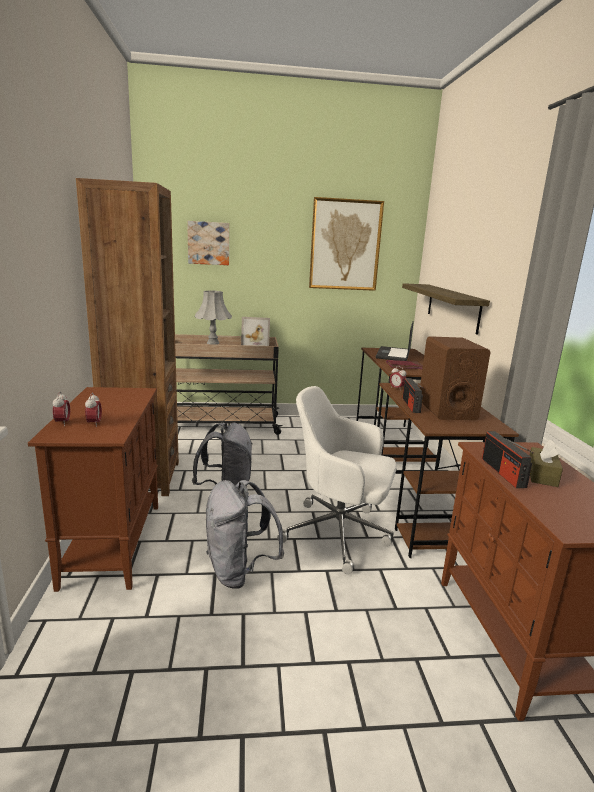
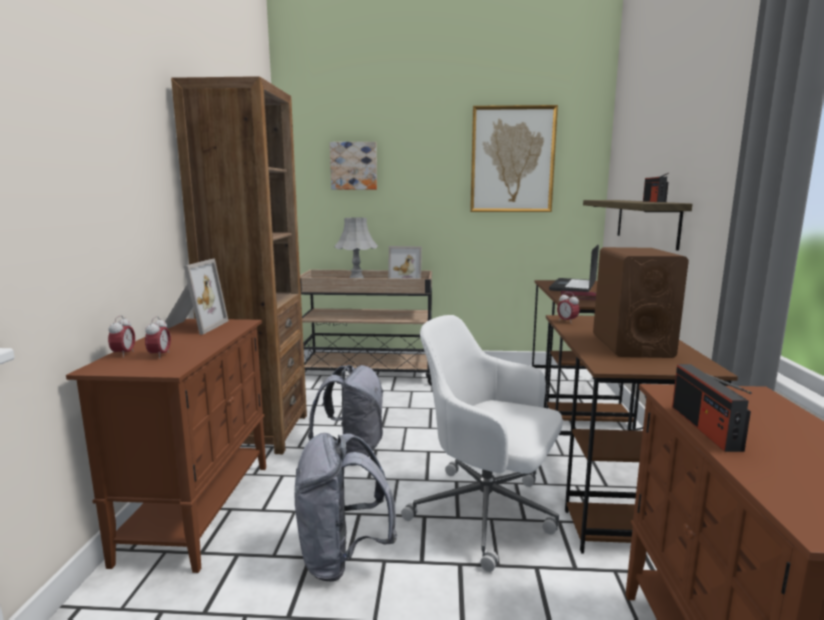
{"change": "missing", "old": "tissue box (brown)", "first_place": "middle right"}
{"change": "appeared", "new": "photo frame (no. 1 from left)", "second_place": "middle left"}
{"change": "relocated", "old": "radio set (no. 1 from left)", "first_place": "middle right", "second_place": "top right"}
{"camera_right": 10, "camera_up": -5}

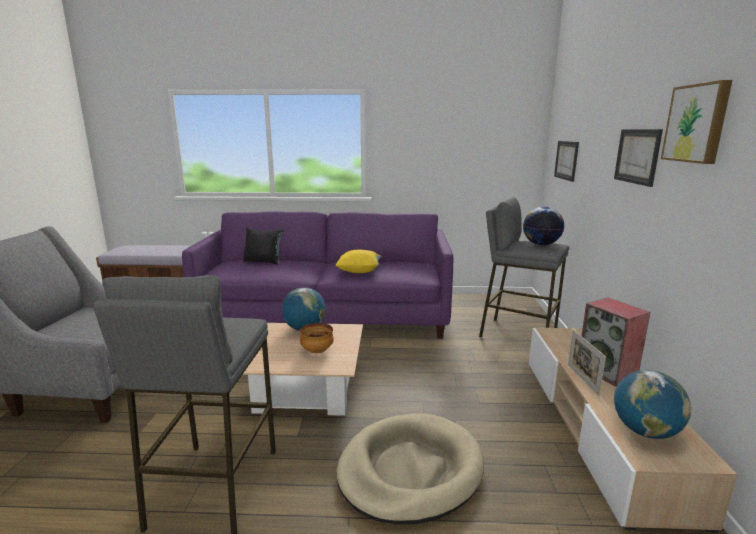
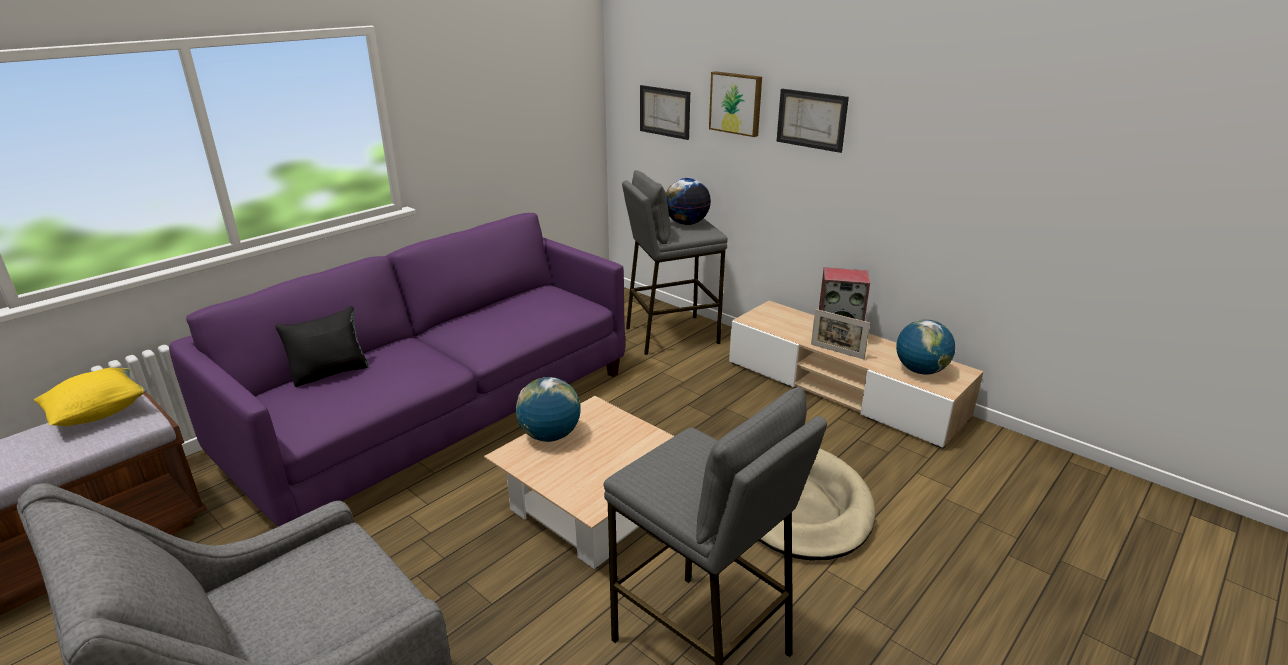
{"change": "missing", "old": "bowl", "first_place": "centre"}
{"change": "relocated", "old": "cushion (yellow)", "first_place": "centre", "second_place": "middle left"}
{"change": "relocated", "old": "wall picture (no. 3 from left in the first image)", "new": "wall picture (no. 2 from left)", "first_place": "top right", "second_place": "top centre"}
{"camera_right": -50, "camera_up": 10}

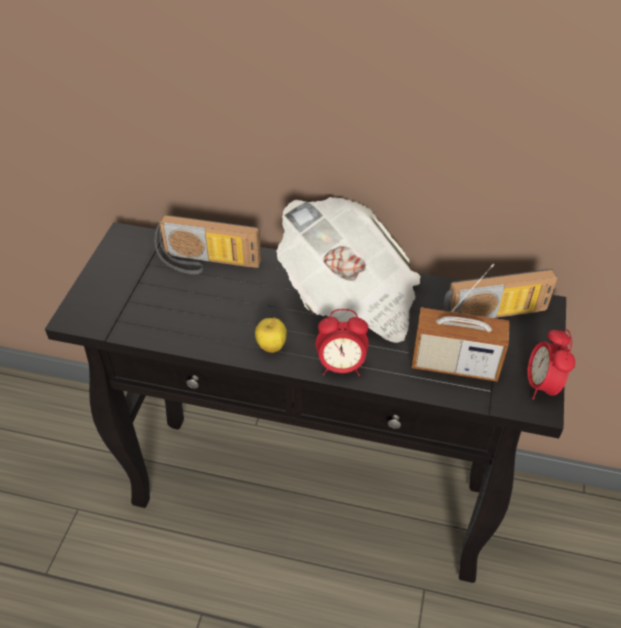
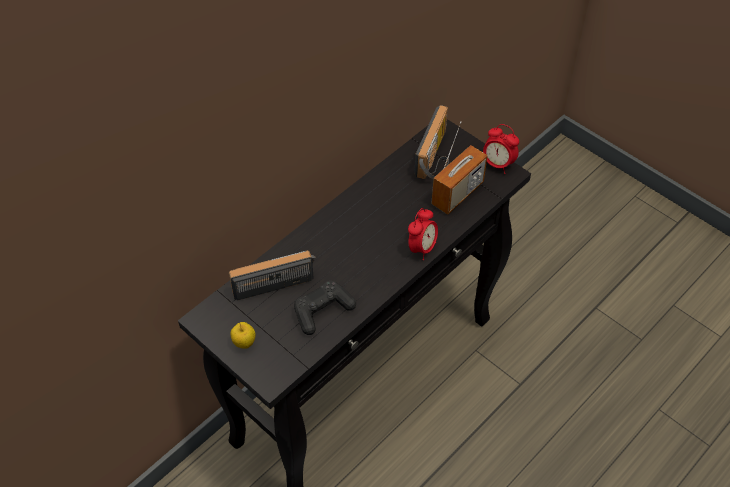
{"change": "missing", "old": "newspaper", "first_place": "centre"}
{"change": "appeared", "new": "gamepad (black-coloured)", "second_place": "centre"}
{"change": "relocated", "old": "apple fruit", "first_place": "centre", "second_place": "bottom left"}
{"change": "spun", "old": "radio set (no. 1 from left)", "first_place": "centre", "second_place": "centre", "degrees": -150}
{"camera_right": -60, "camera_up": 5}

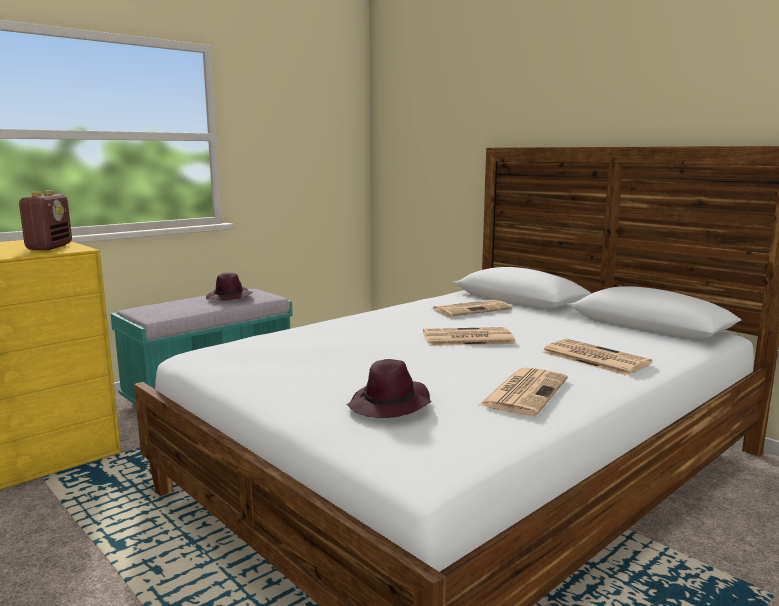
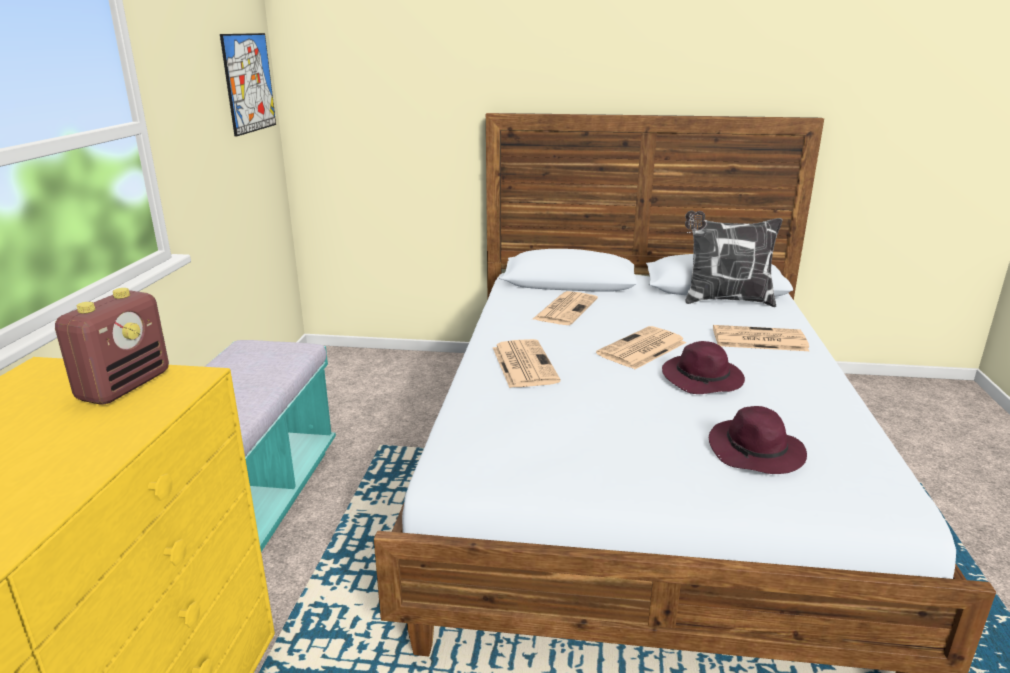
{"change": "appeared", "new": "wall picture", "second_place": "top left"}
{"change": "appeared", "new": "cushion", "second_place": "middle right"}
{"change": "relocated", "old": "wearable hat (purple) (no. 1 from left)", "first_place": "middle left", "second_place": "middle right"}
{"change": "relocated", "old": "newspaper (no. 3 from left in the first image)", "new": "newspaper (no. 1 from left)", "first_place": "middle right", "second_place": "centre"}
{"change": "spun", "old": "radio set", "first_place": "middle left", "second_place": "middle left", "degrees": 60}
{"camera_right": -40, "camera_up": 10}

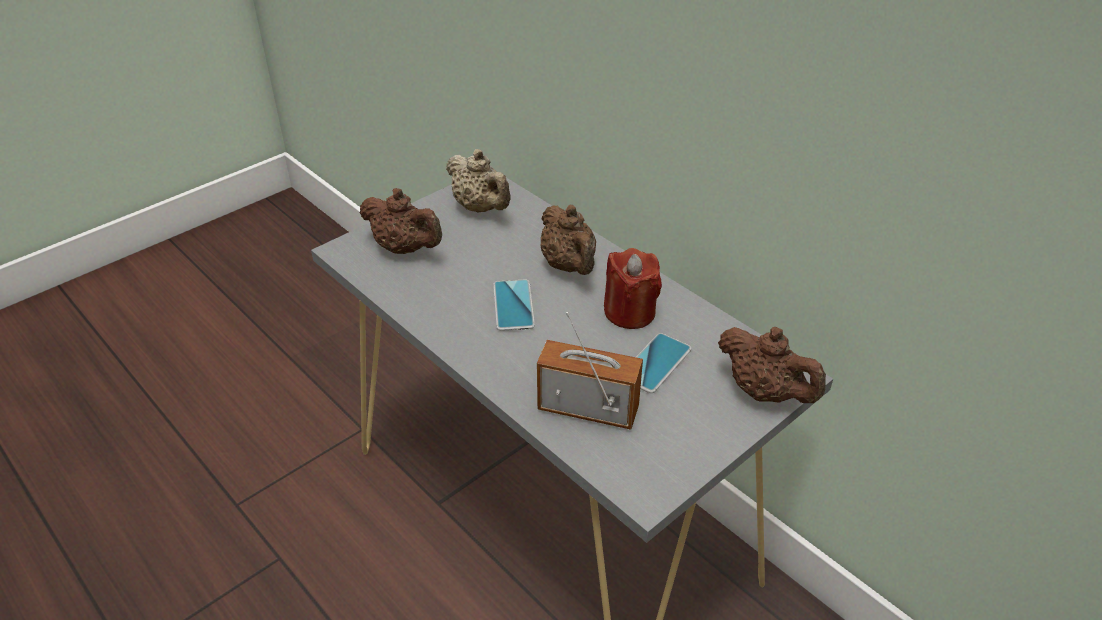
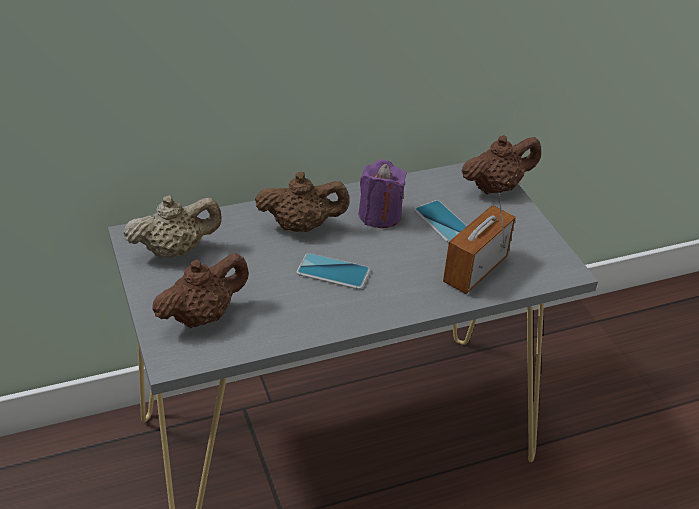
{"change": "colour", "old": "candle (red-coloured)", "new": "candle (purple)", "first_place": "centre", "second_place": "centre"}
{"camera_right": -70, "camera_up": 0}

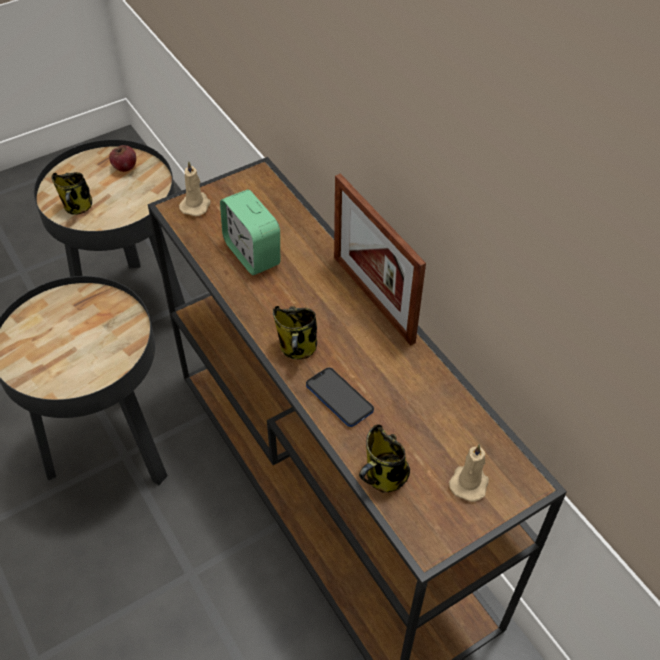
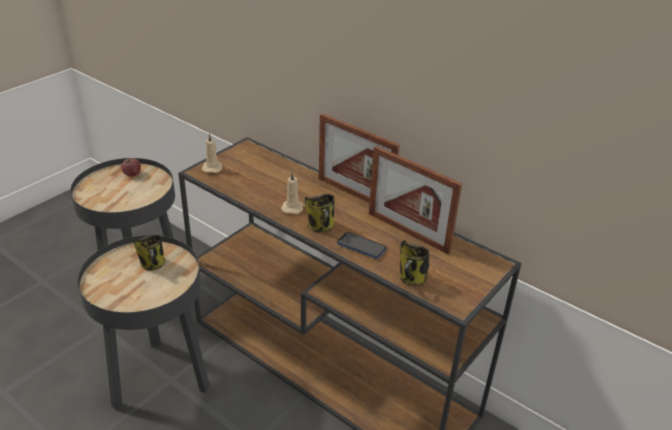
{"change": "missing", "old": "alarm clock", "first_place": "centre"}
{"change": "appeared", "new": "photo frame (no. 2 from left)", "second_place": "centre"}
{"change": "relocated", "old": "coffee mug (no. 1 from left)", "first_place": "top left", "second_place": "middle left"}
{"change": "relocated", "old": "candle (beige) (no. 2 from left)", "first_place": "bottom right", "second_place": "centre"}
{"camera_right": -20, "camera_up": -15}

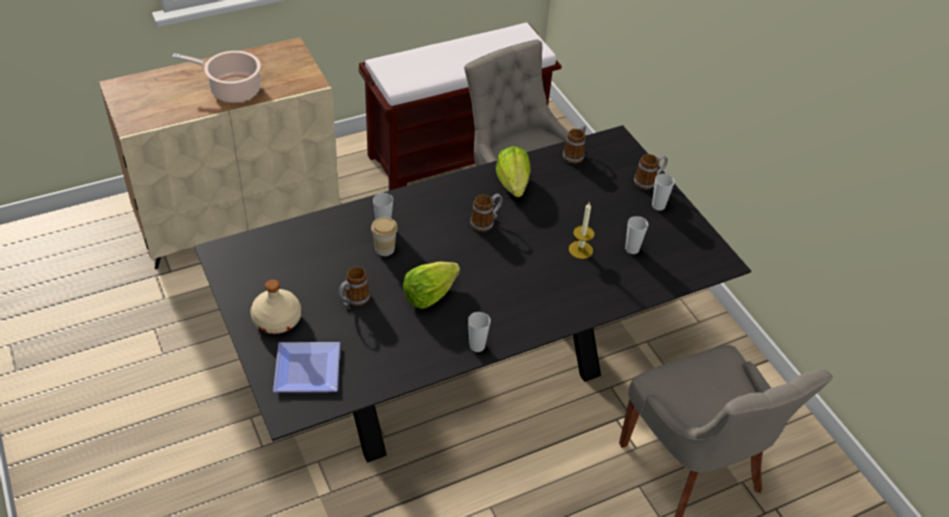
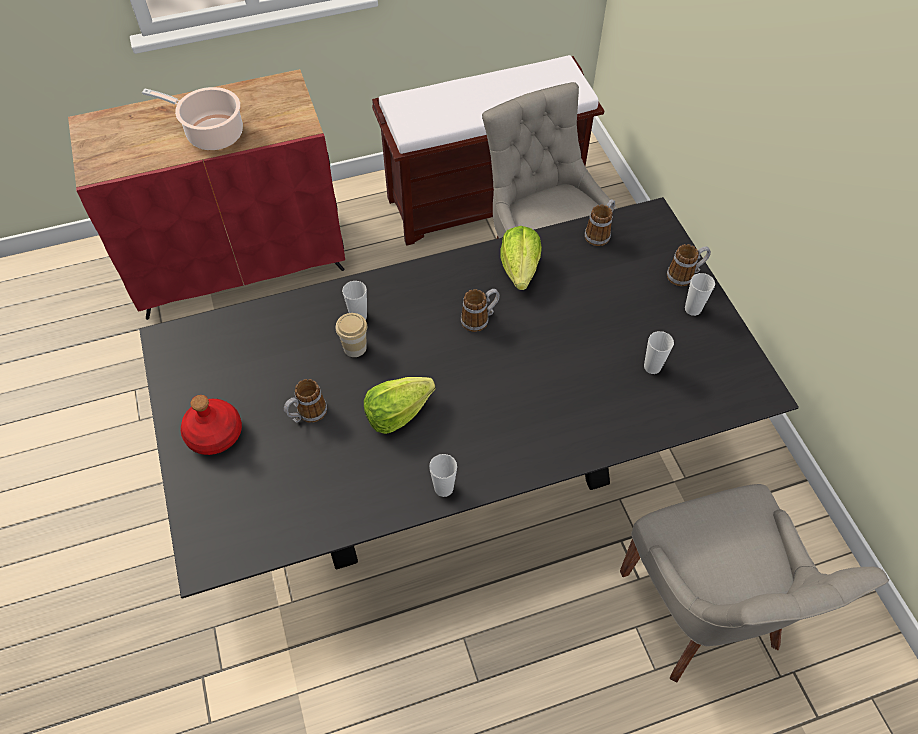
{"change": "missing", "old": "dinner plate", "first_place": "bottom left"}
{"change": "missing", "old": "candle", "first_place": "centre"}
{"change": "colour", "old": "cabinet (beige)", "new": "cabinet (red-coloured)", "first_place": "top left", "second_place": "top left"}
{"change": "colour", "old": "drink bottle (beige)", "new": "drink bottle (red-coloured)", "first_place": "middle left", "second_place": "middle left"}
{"camera_right": 10, "camera_up": 10}

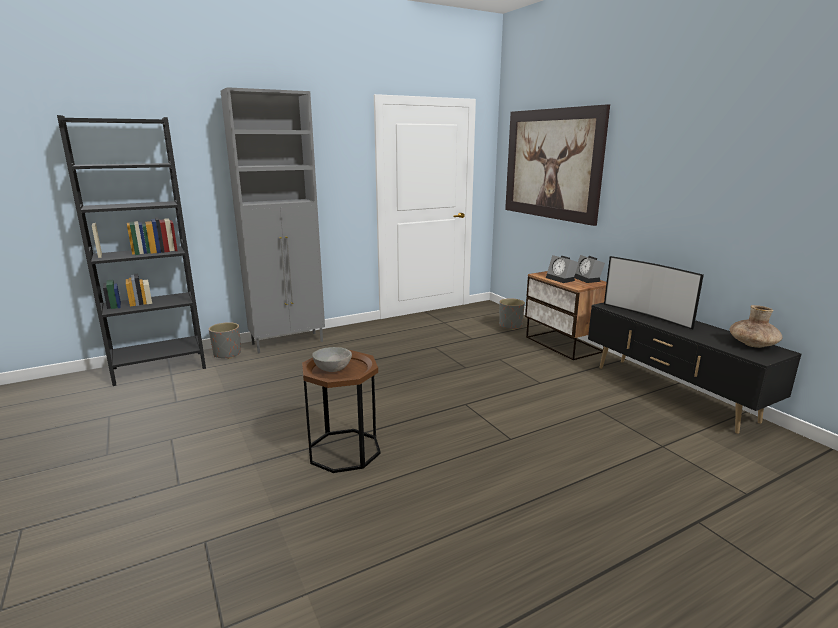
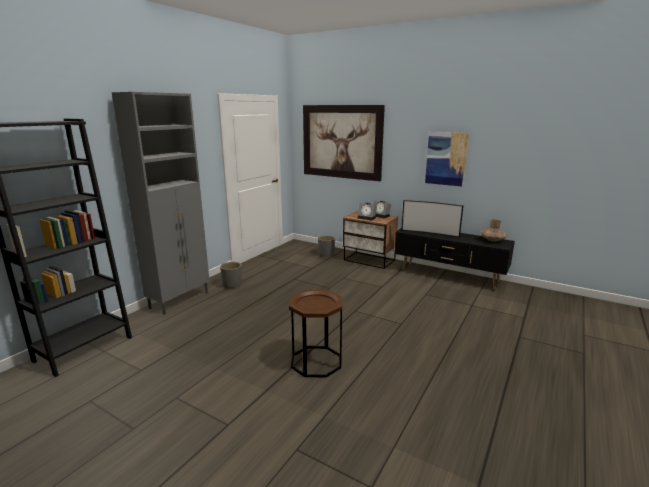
{"change": "missing", "old": "bowl (grey)", "first_place": "centre"}
{"change": "appeared", "new": "wall picture (no. 2 from left)", "second_place": "top right"}
{"change": "relocated", "old": "planter (grey) (no. 1 from left)", "first_place": "middle left", "second_place": "centre"}
{"camera_right": -30, "camera_up": 0}

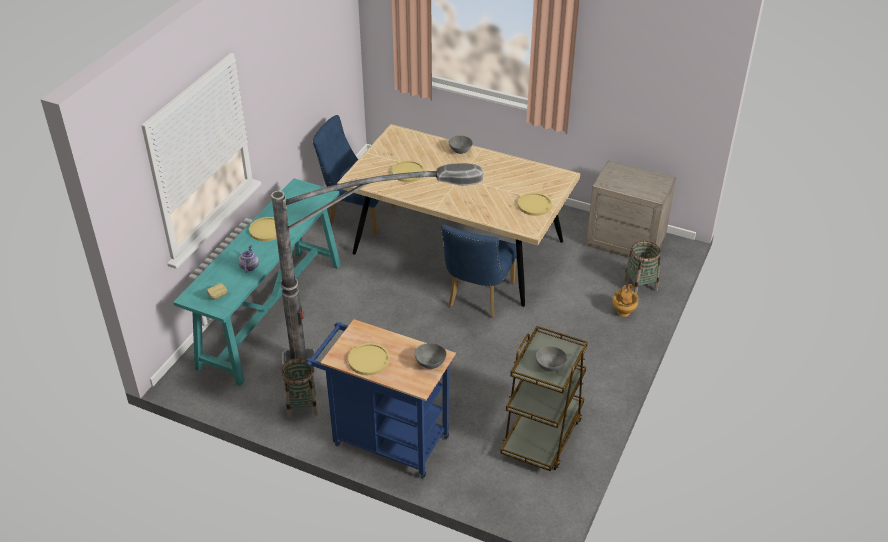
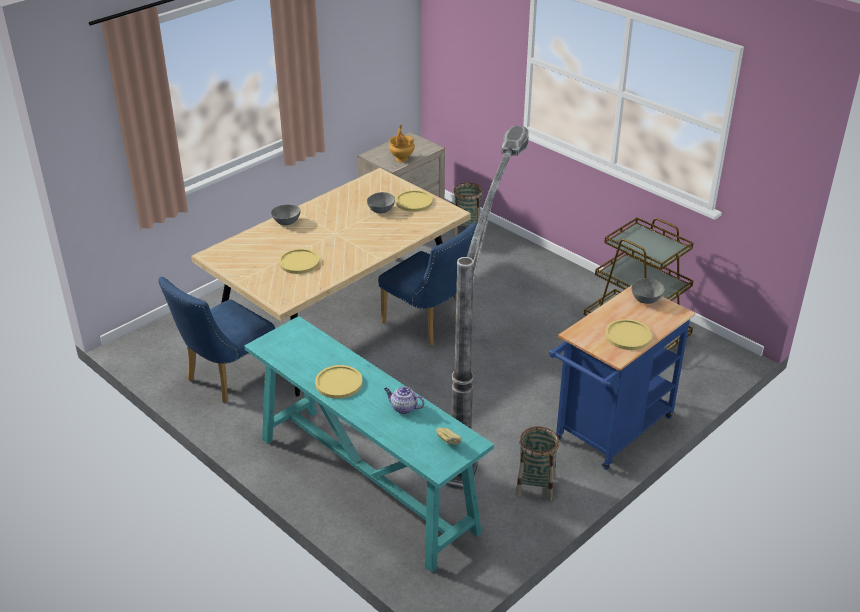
{"change": "relocated", "old": "bowl (grey) (no. 3 from left in the first image)", "new": "bowl (grey) (no. 2 from left)", "first_place": "centre", "second_place": "top centre"}
{"change": "relocated", "old": "flower vase (brown)", "first_place": "middle right", "second_place": "top centre"}
{"camera_right": -70, "camera_up": -5}

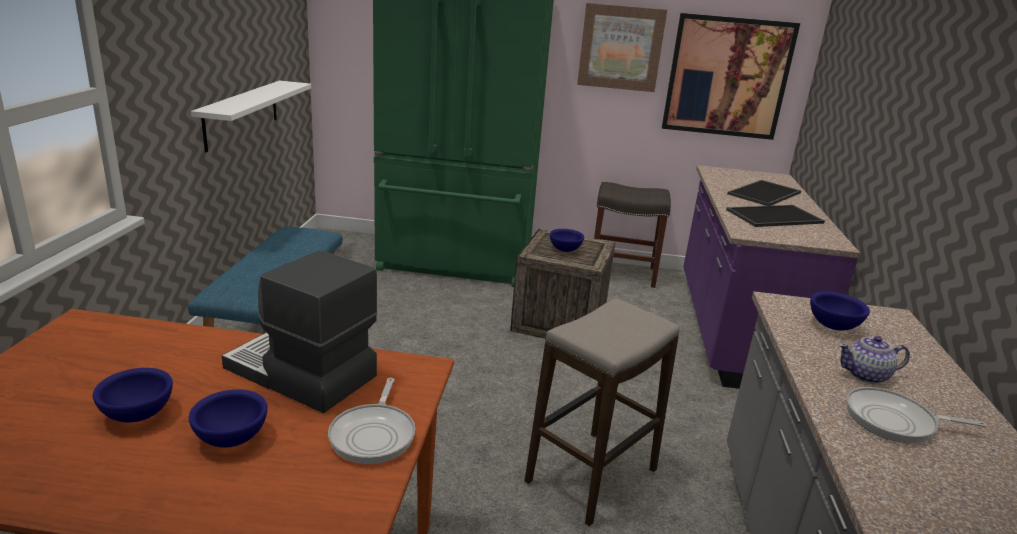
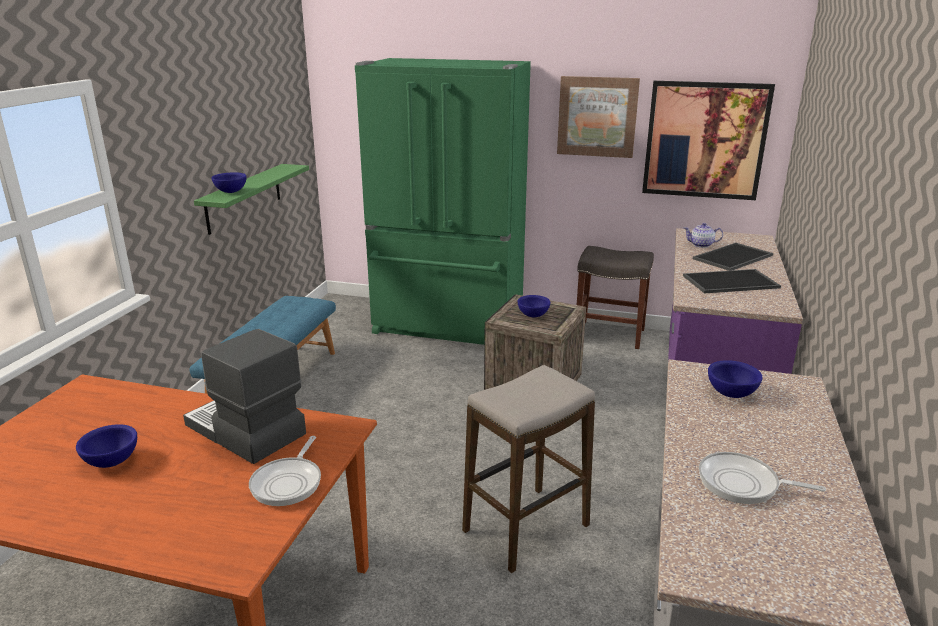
{"change": "relocated", "old": "bowl (blue-coloured) (no. 2 from left)", "first_place": "bottom left", "second_place": "top left"}
{"change": "relocated", "old": "pot for tea", "first_place": "bottom right", "second_place": "middle right"}
{"change": "colour", "old": "shelf (white-coloured)", "new": "shelf (green)", "first_place": "top left", "second_place": "top left"}
{"camera_right": 10, "camera_up": 0}

